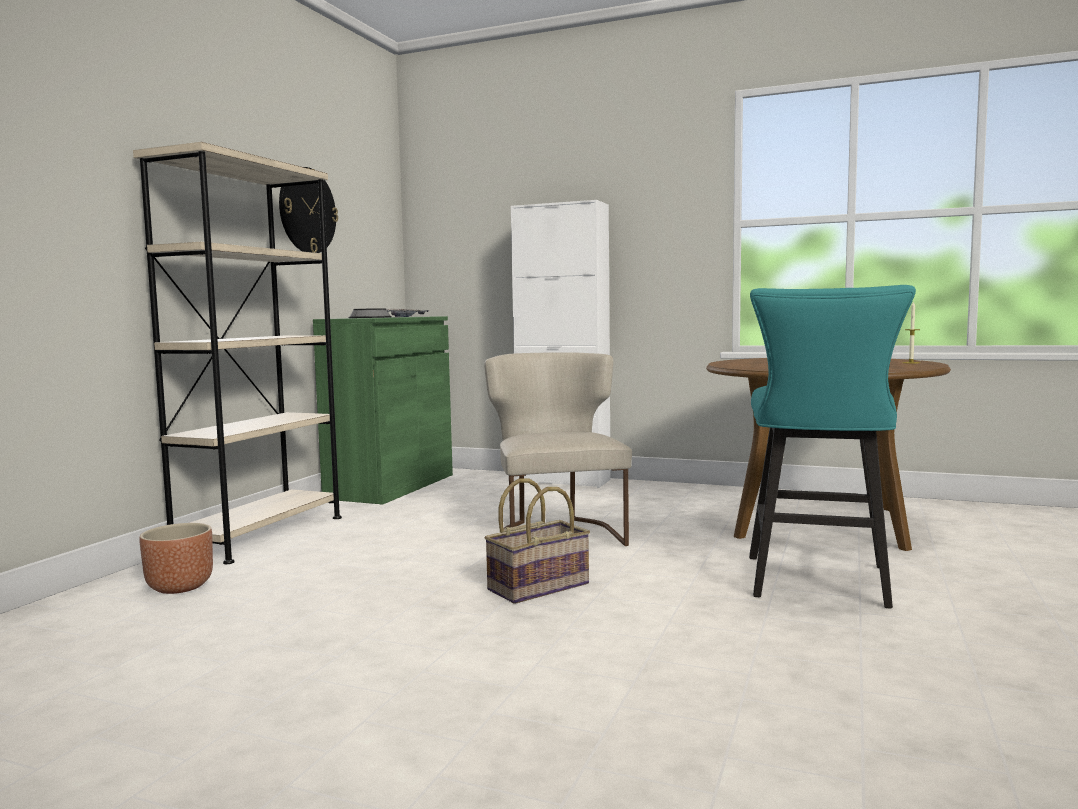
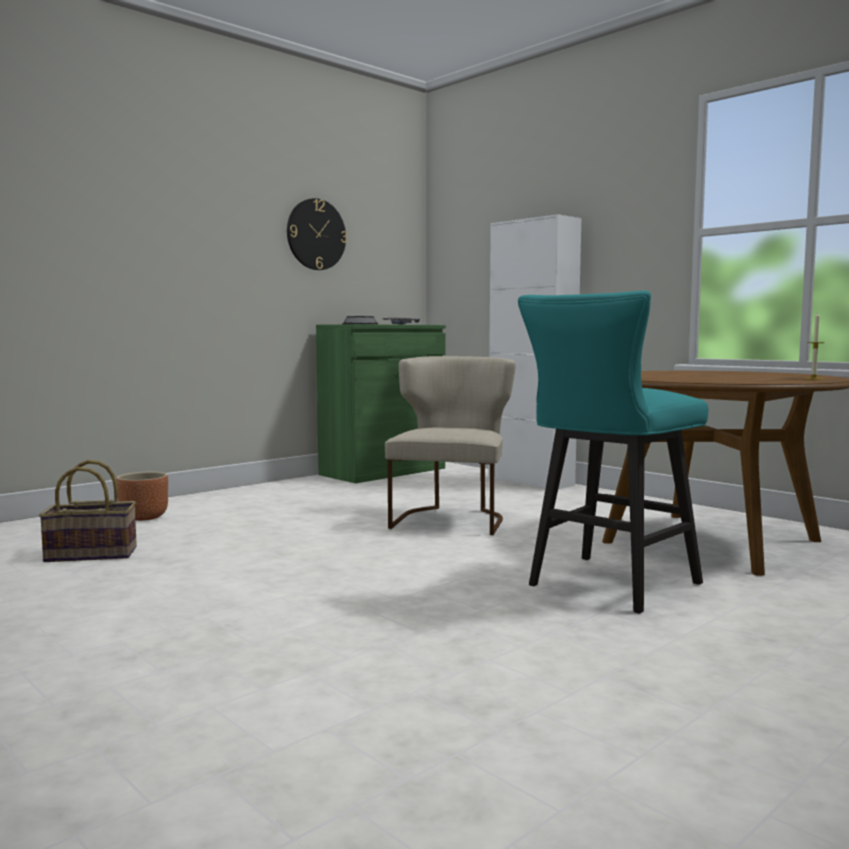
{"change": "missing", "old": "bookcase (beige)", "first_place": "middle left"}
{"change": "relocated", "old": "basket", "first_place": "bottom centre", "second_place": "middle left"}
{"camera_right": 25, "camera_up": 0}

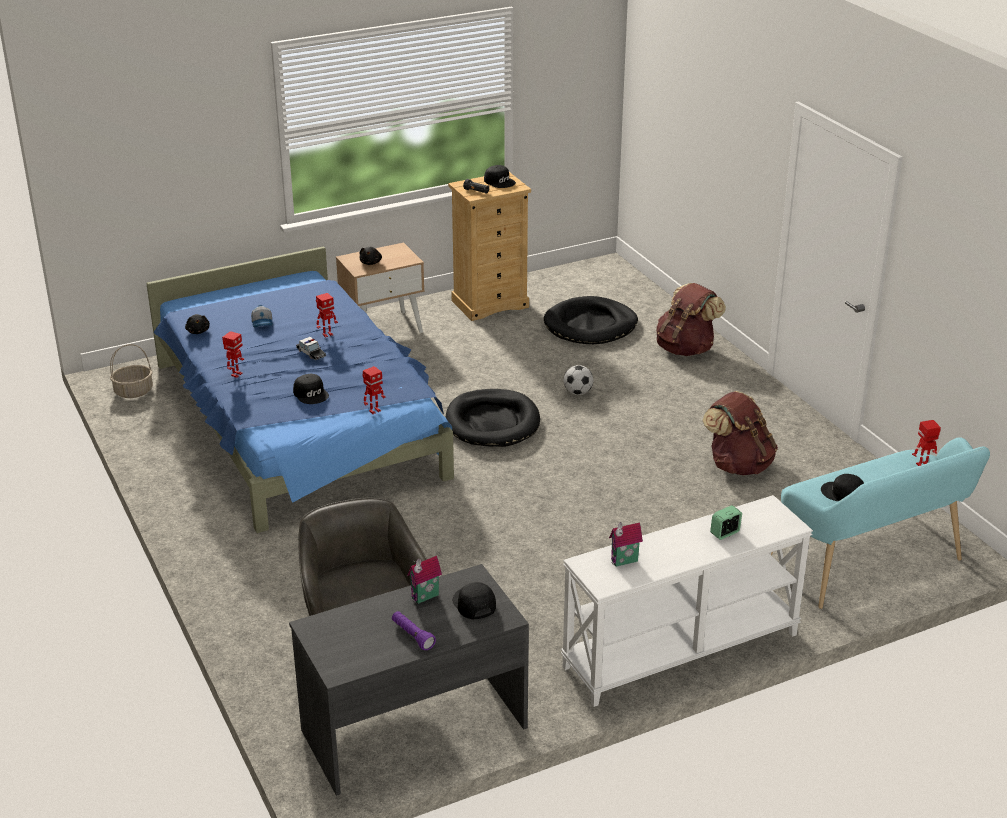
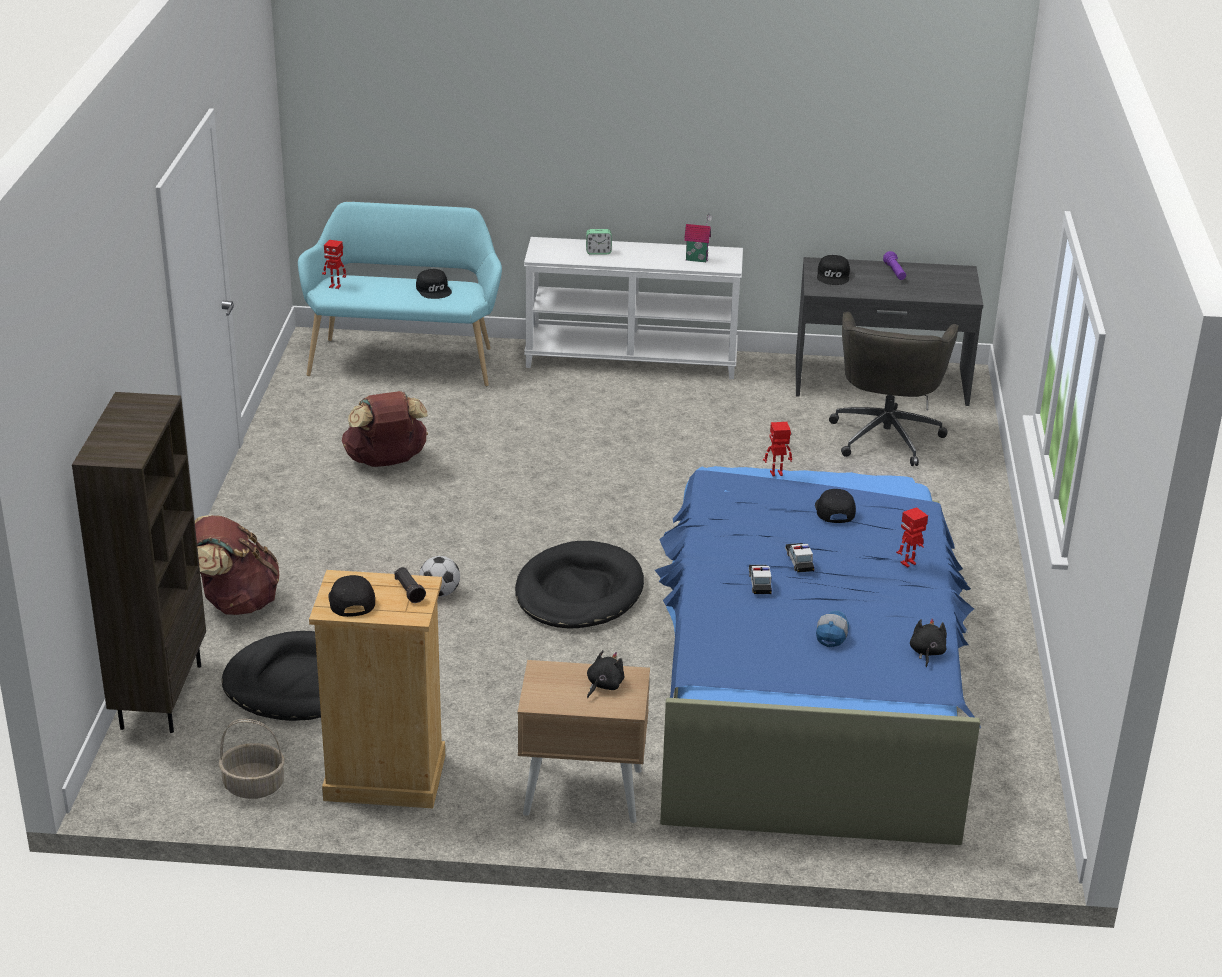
{"change": "missing", "old": "model house (no. 1 from left)", "first_place": "bottom centre"}
{"change": "appeared", "new": "bookcase (brown)", "second_place": "middle left"}
{"change": "relocated", "old": "basket", "first_place": "middle left", "second_place": "bottom left"}
{"change": "exchanged", "old": "robot figure (no. 2 from left)", "new": "toy car (no. 1 from left)", "first_place": "middle left", "second_place": "centre"}
{"camera_right": -150, "camera_up": 0}

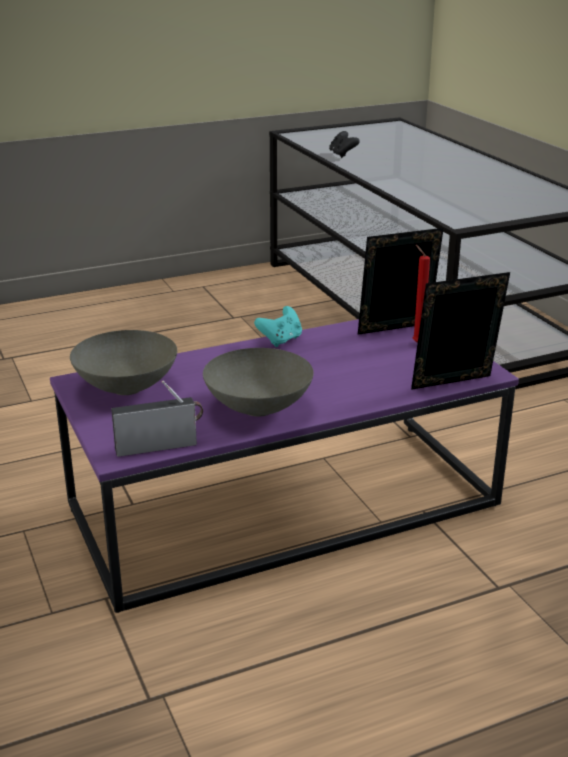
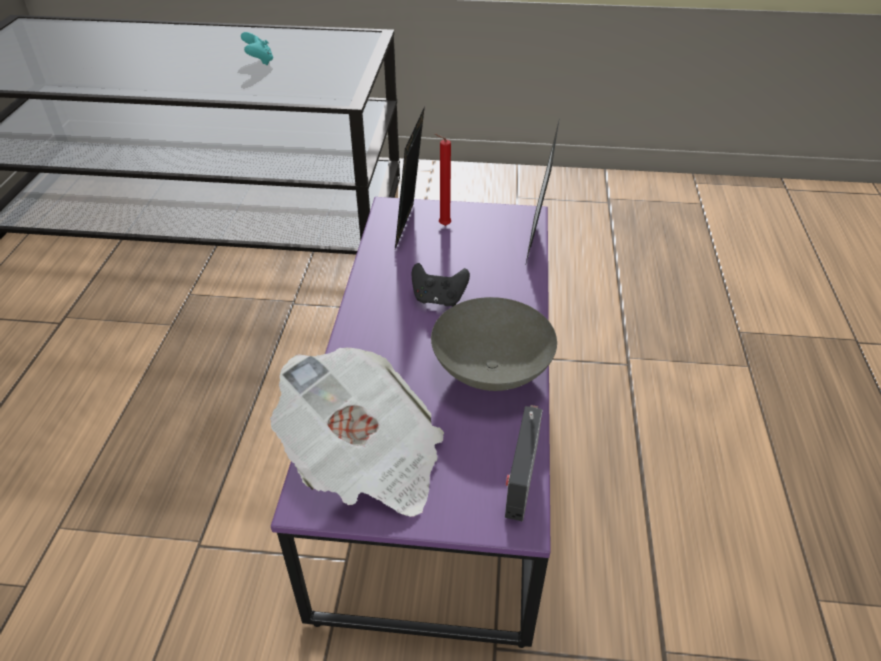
{"change": "relocated", "old": "gamepad (blue-green)", "first_place": "centre", "second_place": "top left"}
{"change": "relocated", "old": "gamepad (black-coloured)", "first_place": "top centre", "second_place": "centre"}
{"change": "exchanged", "old": "bowl (grey) (no. 1 from left)", "new": "newspaper", "first_place": "middle left", "second_place": "centre"}
{"camera_right": -60, "camera_up": 15}

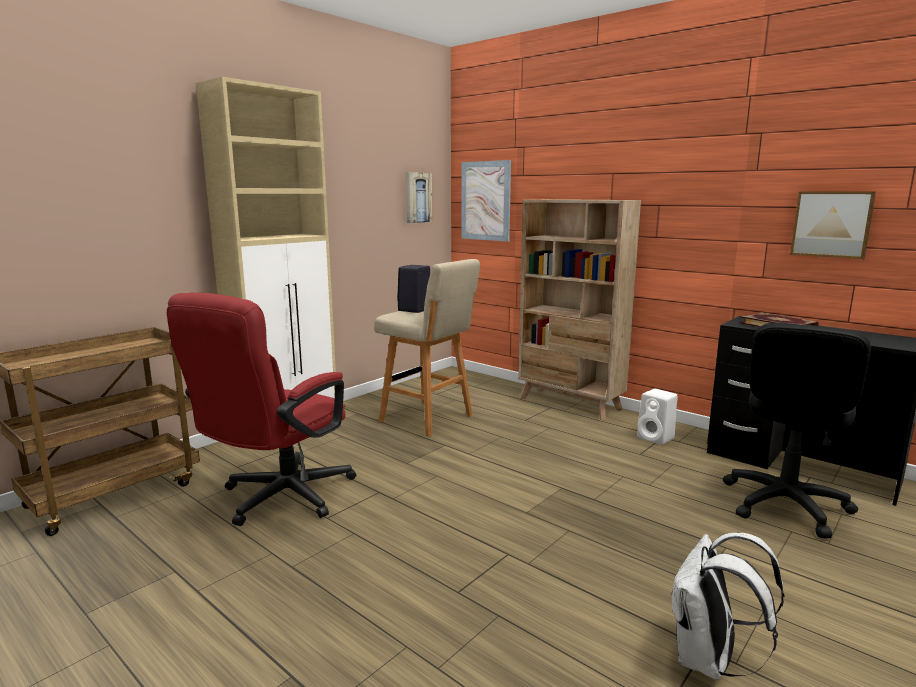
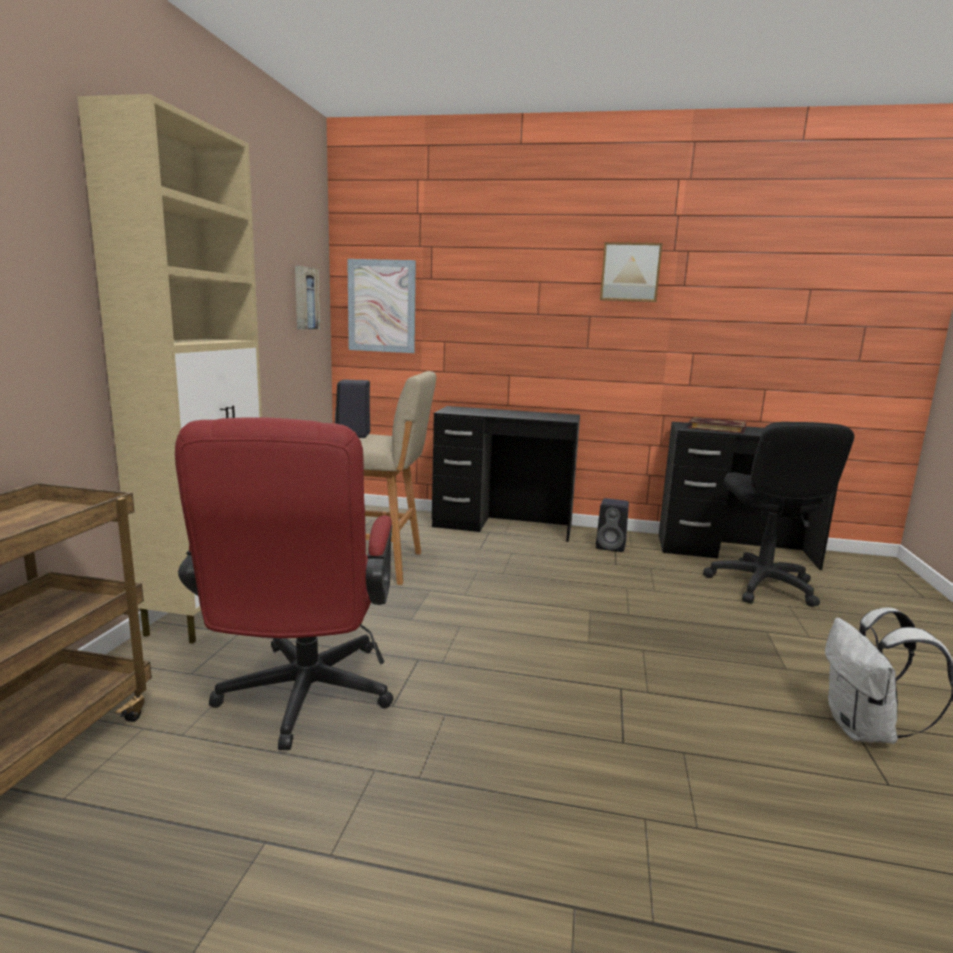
{"change": "relocated", "old": "wall picture (no. 3 from left)", "first_place": "top right", "second_place": "top centre"}
{"change": "exchanged", "old": "bookcase (beige)", "new": "desk table (black-coloured) (no. 1 from left)", "first_place": "centre", "second_place": "centre"}
{"change": "colour", "old": "speaker (white-coloured)", "new": "speaker (black-coloured) (no. 2 from left)", "first_place": "middle right", "second_place": "centre"}
{"camera_right": -30, "camera_up": 0}

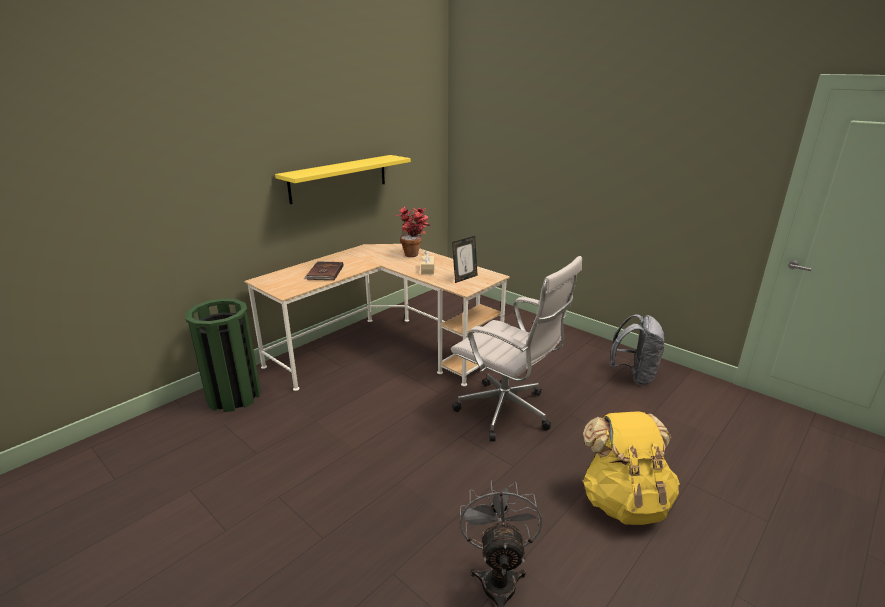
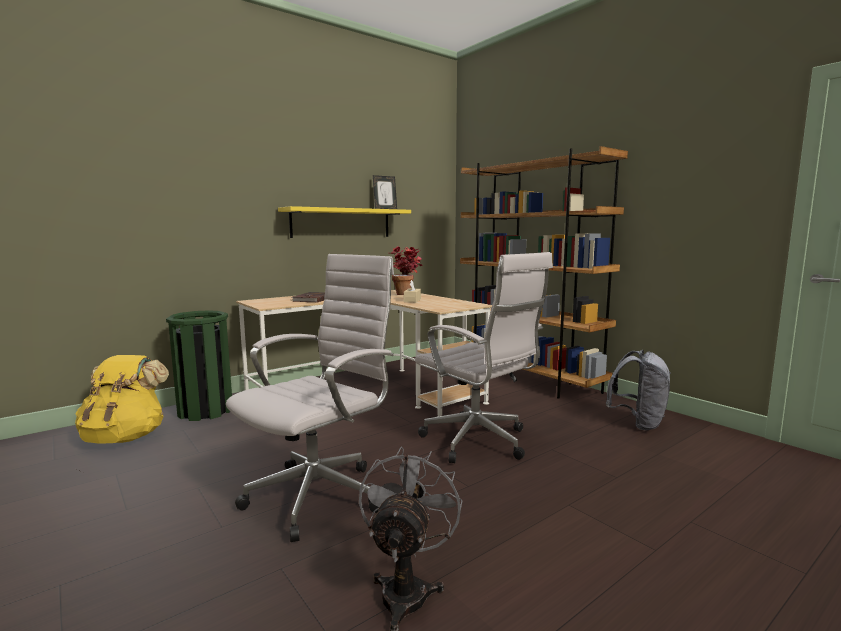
{"change": "appeared", "new": "computer chair (white-coloured) (no. 1 from left)", "second_place": "centre"}
{"change": "appeared", "new": "bookcase (brown)", "second_place": "centre"}
{"change": "relocated", "old": "photo frame", "first_place": "centre", "second_place": "top centre"}
{"change": "relocated", "old": "knapsack (yellow)", "first_place": "bottom right", "second_place": "middle left"}
{"camera_right": 10, "camera_up": -15}

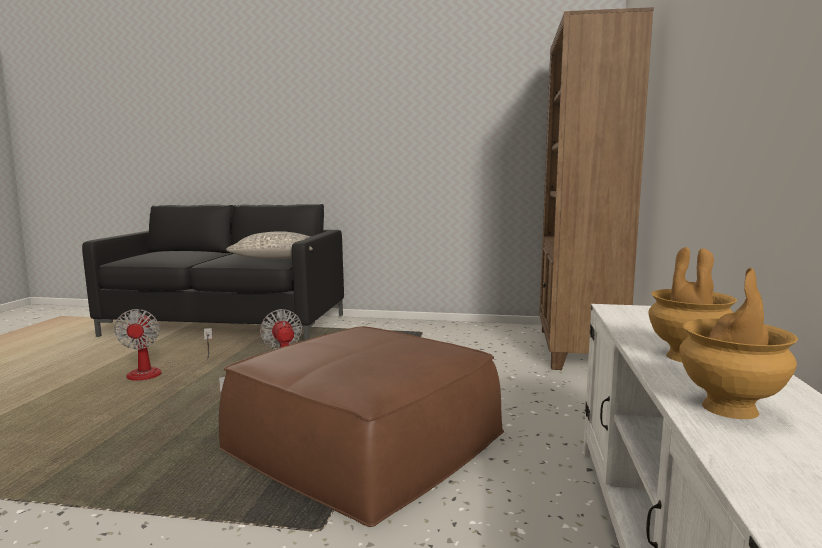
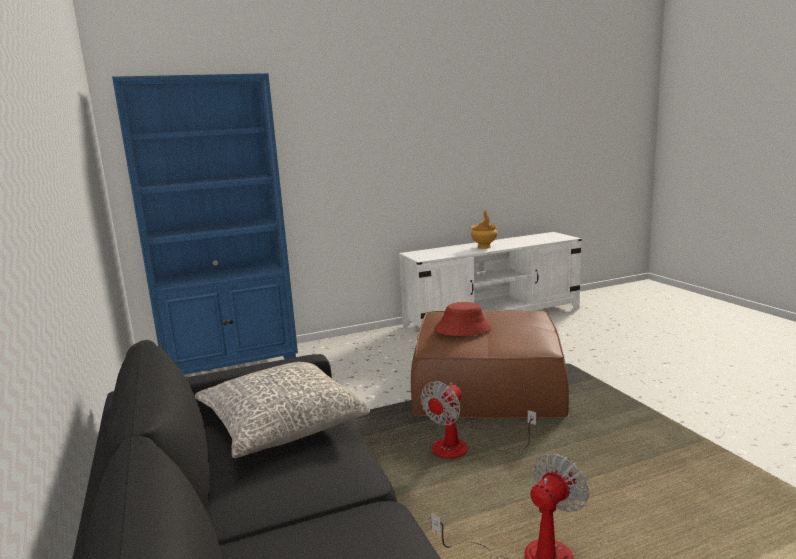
{"change": "missing", "old": "flower vase (brown) (no. 2 from left)", "first_place": "middle right"}
{"change": "appeared", "new": "wearable hat (red-coloured)", "second_place": "centre"}
{"change": "colour", "old": "bookcase (brown)", "new": "bookcase (blue-coloured)", "first_place": "middle right", "second_place": "middle left"}
{"camera_right": -120, "camera_up": 5}

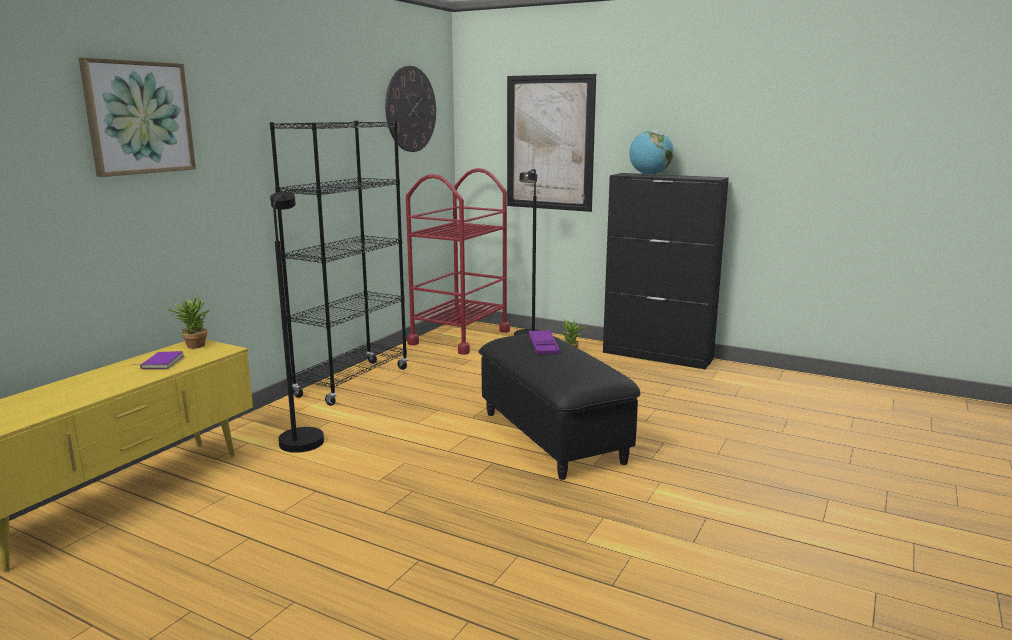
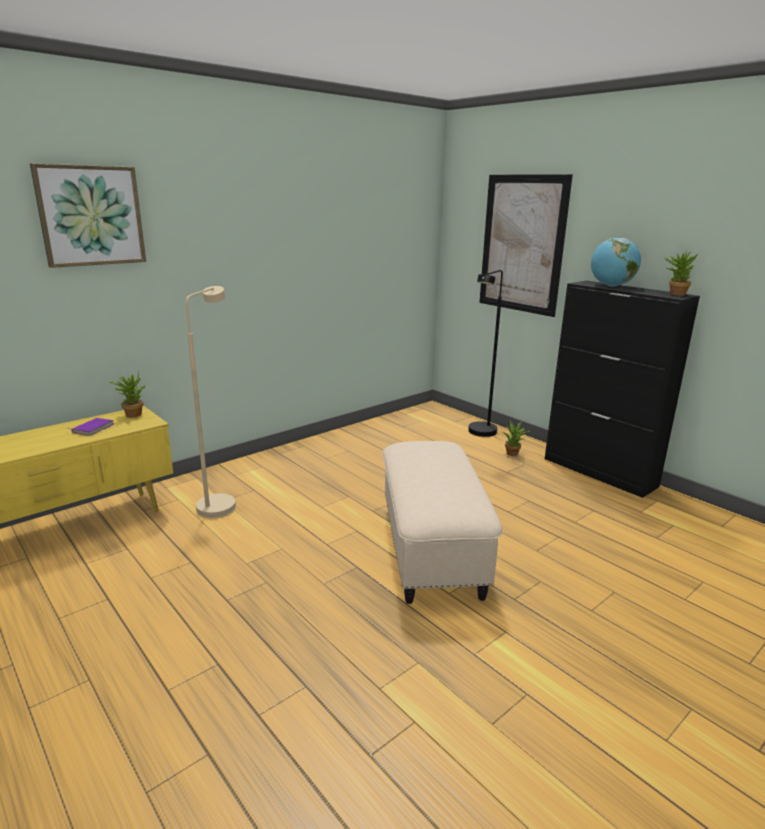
{"change": "missing", "old": "bookcase (black-coloured)", "first_place": "centre"}
{"change": "missing", "old": "hanging clock", "first_place": "top centre"}
{"change": "missing", "old": "cart (red-coloured)", "first_place": "centre"}
{"change": "missing", "old": "carrying tray (purple)", "first_place": "centre"}
{"change": "appeared", "new": "plant in a pot (no. 3 from left)", "second_place": "top right"}
{"change": "colour", "old": "standing lamp (black-coloured) (no. 1 from left)", "new": "standing lamp (beige)", "first_place": "middle left", "second_place": "middle left"}
{"change": "colour", "old": "pouffe (black-coloured)", "new": "pouffe (beige)", "first_place": "centre", "second_place": "centre"}
{"camera_right": 20, "camera_up": 5}

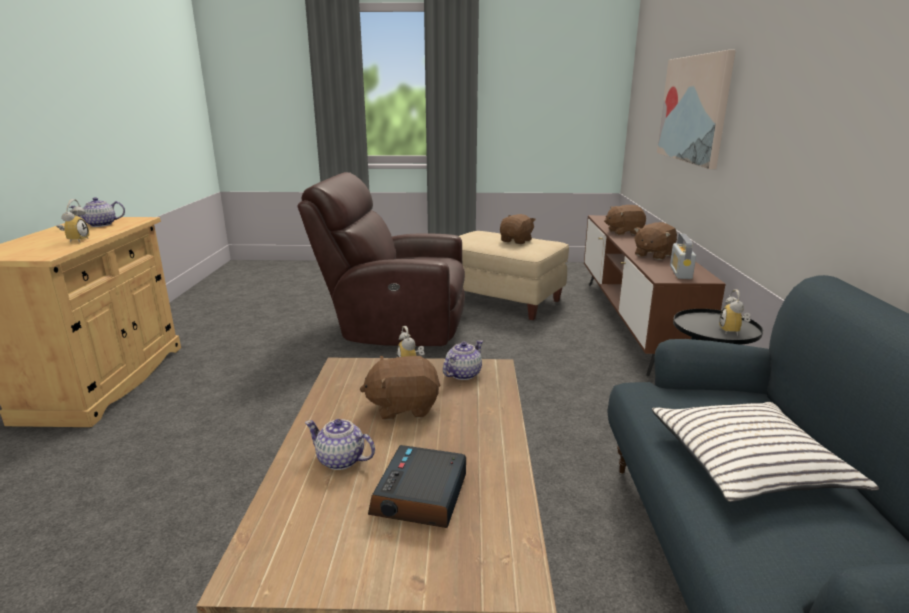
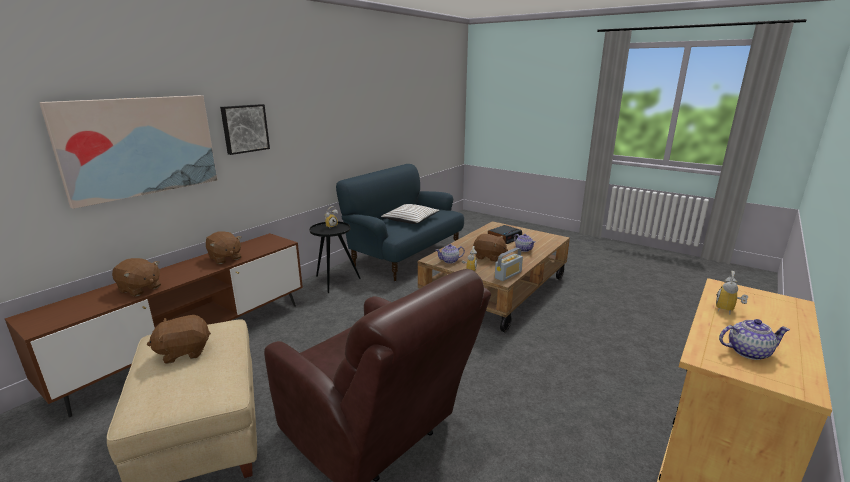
{"change": "appeared", "new": "wall picture (no. 2 from left)", "second_place": "top left"}
{"change": "relocated", "old": "radio set", "first_place": "middle right", "second_place": "centre"}
{"change": "spun", "old": "soft toy (brown) (no. 4 from left in the first image)", "first_place": "middle right", "second_place": "middle left", "degrees": 60}
{"camera_right": -145, "camera_up": 0}

